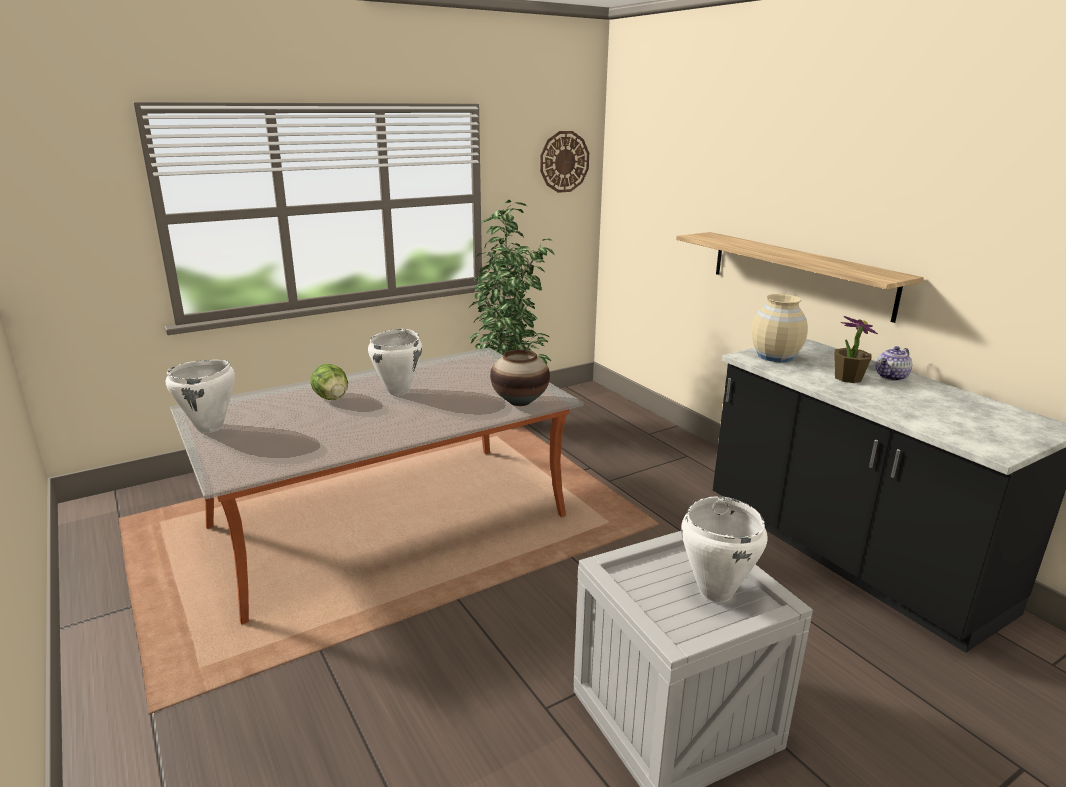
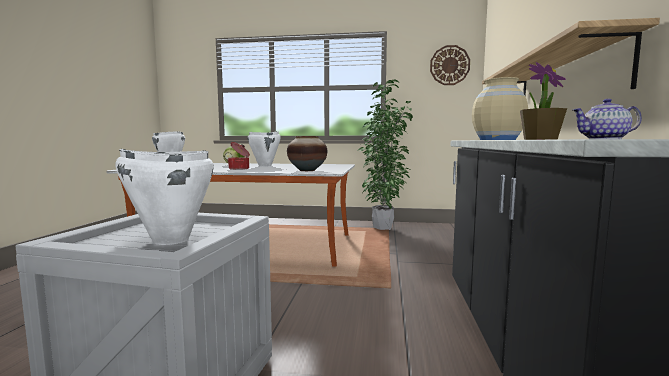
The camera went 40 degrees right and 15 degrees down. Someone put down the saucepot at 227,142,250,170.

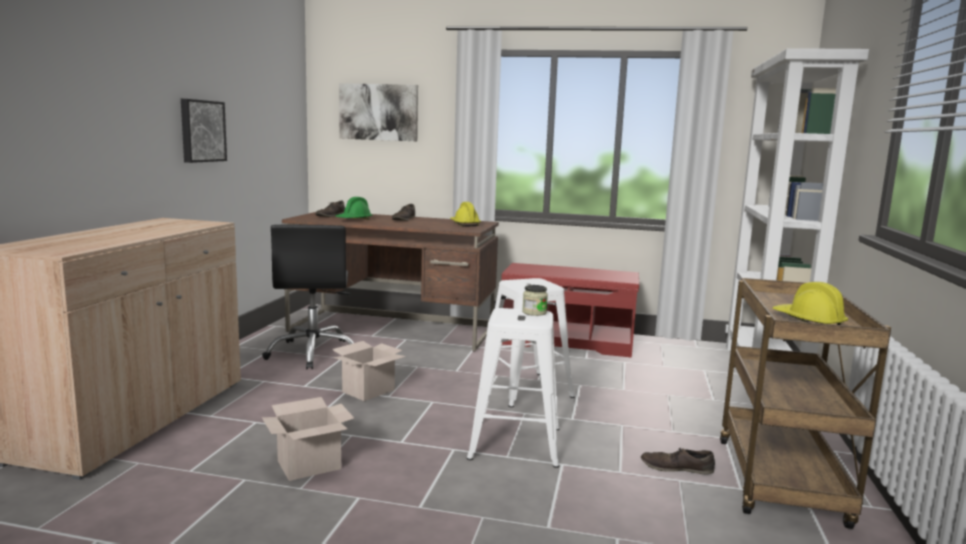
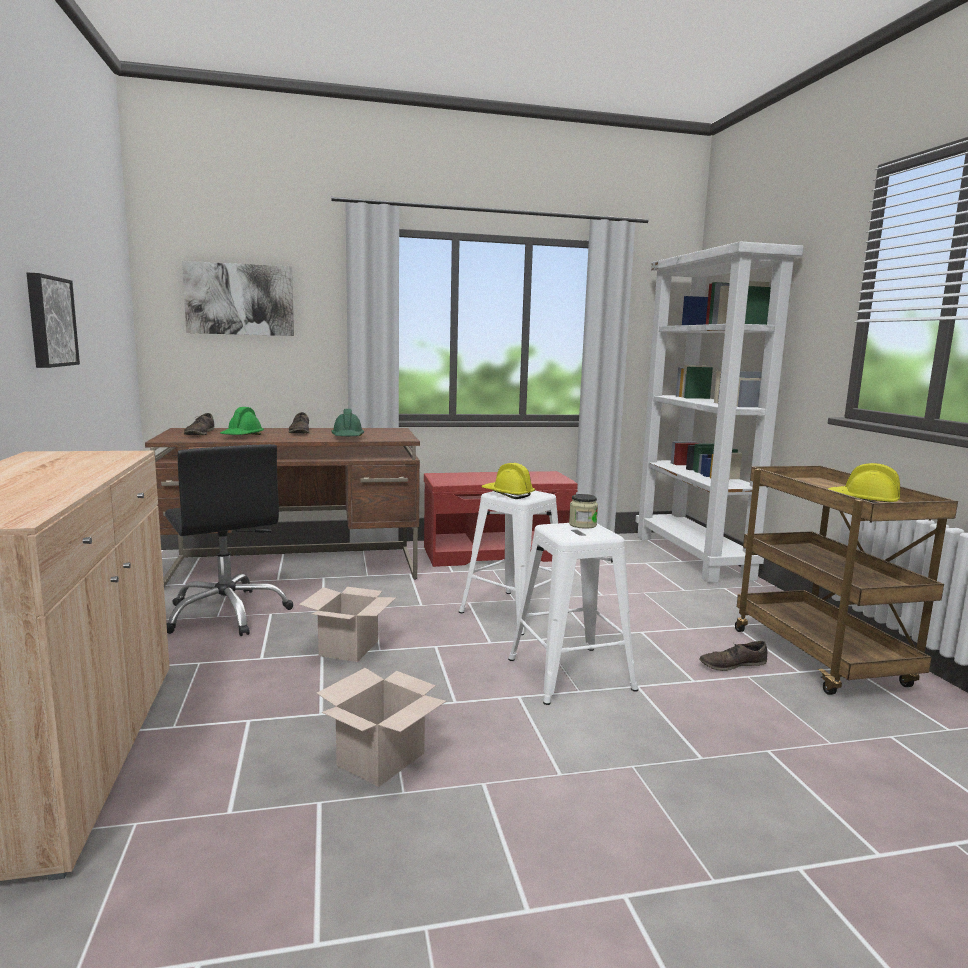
The camera went 25 degrees left and 0 degrees up. Someone carried the yellowish safety helmet from 450,202,481,227 to 482,463,535,499. Someone put down the greenish safety helmet at 331,409,364,436.

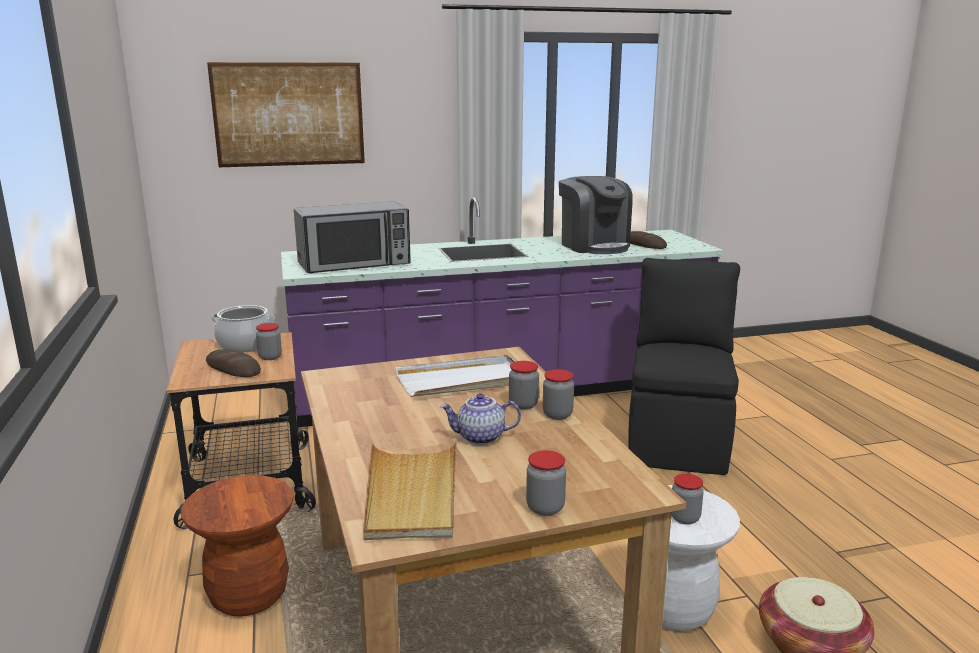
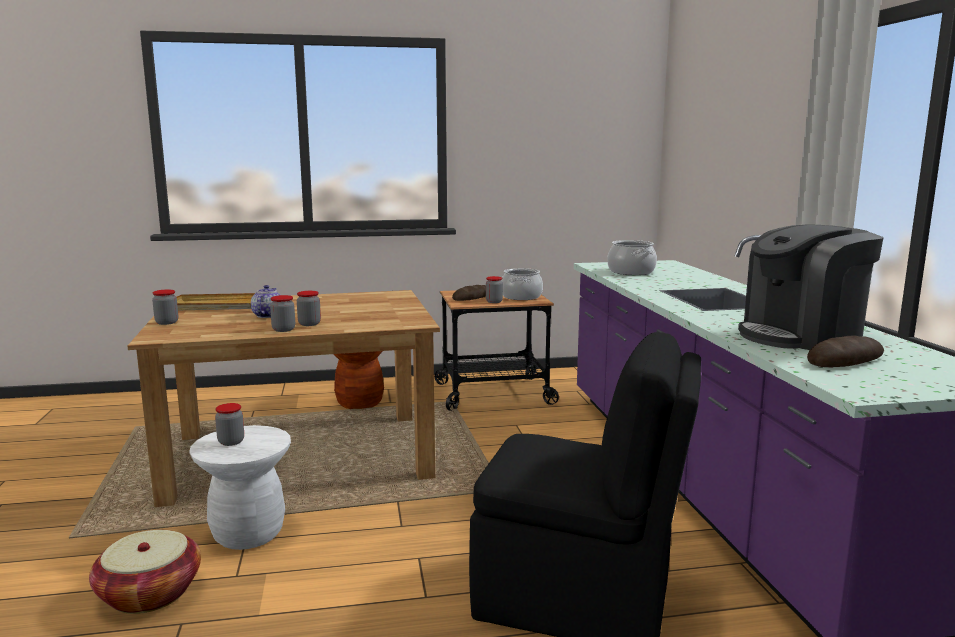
The camera went 95 degrees right and 5 degrees down. Someone took away the wall art at 207,62,365,167. Someone swapped the kitchen microwave at 294,202,411,273 for the saucepot at 607,240,657,275. Someone took away the white-coloured carrying tray at 395,355,516,397.

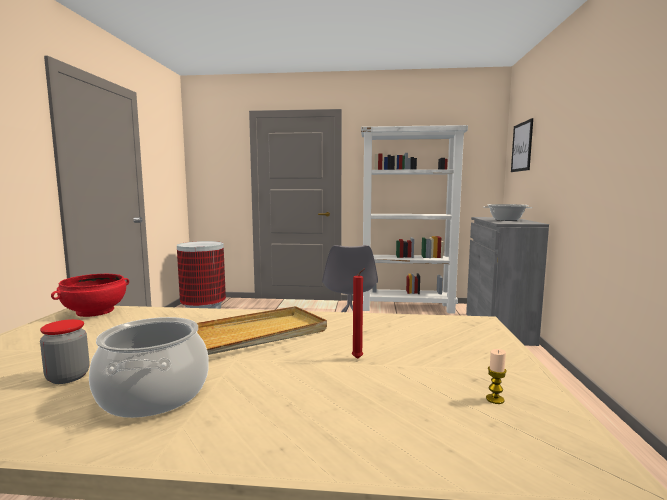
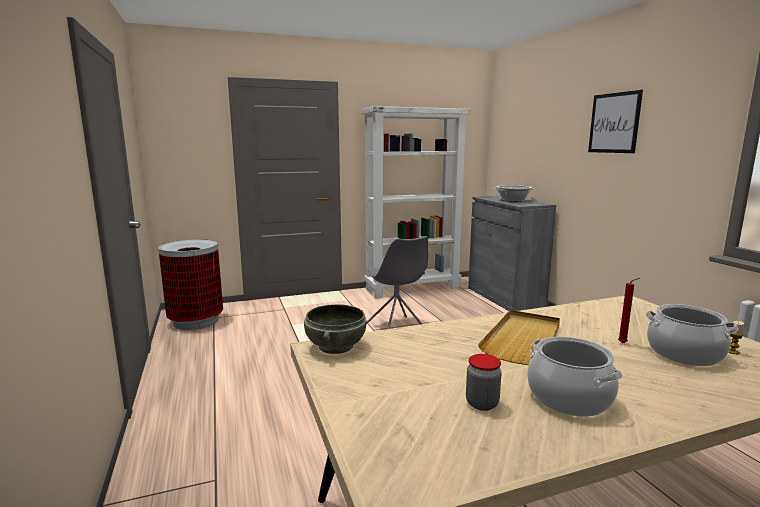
The camera went 25 degrees left and 5 degrees up. Someone carried the wall art from 511,118,533,172 to 588,90,643,153. Someone repainted the red-coloured deep dish at 51,274,129,317, which became the gray deep dish at 304,304,366,354. Someone put down the saucepot at 645,304,738,366.

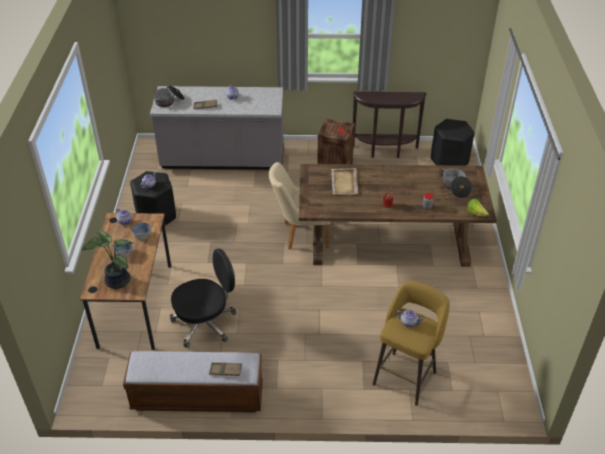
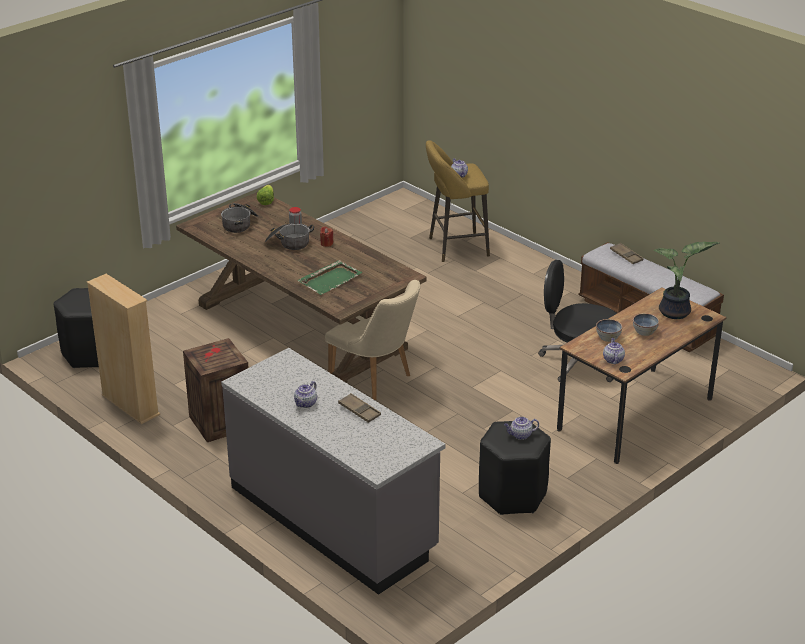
The camera went 135 degrees left and 10 degrees down. Someone carried the saucepot from 153,86,184,107 to 264,223,314,250. Someone swapped the brownish hall table at 353,92,426,158 for the beige shelving unit at 87,274,160,424. Someone repainted the beige carrying tray at 331,168,358,194, which became the greenish carrying tray at 297,260,362,295.

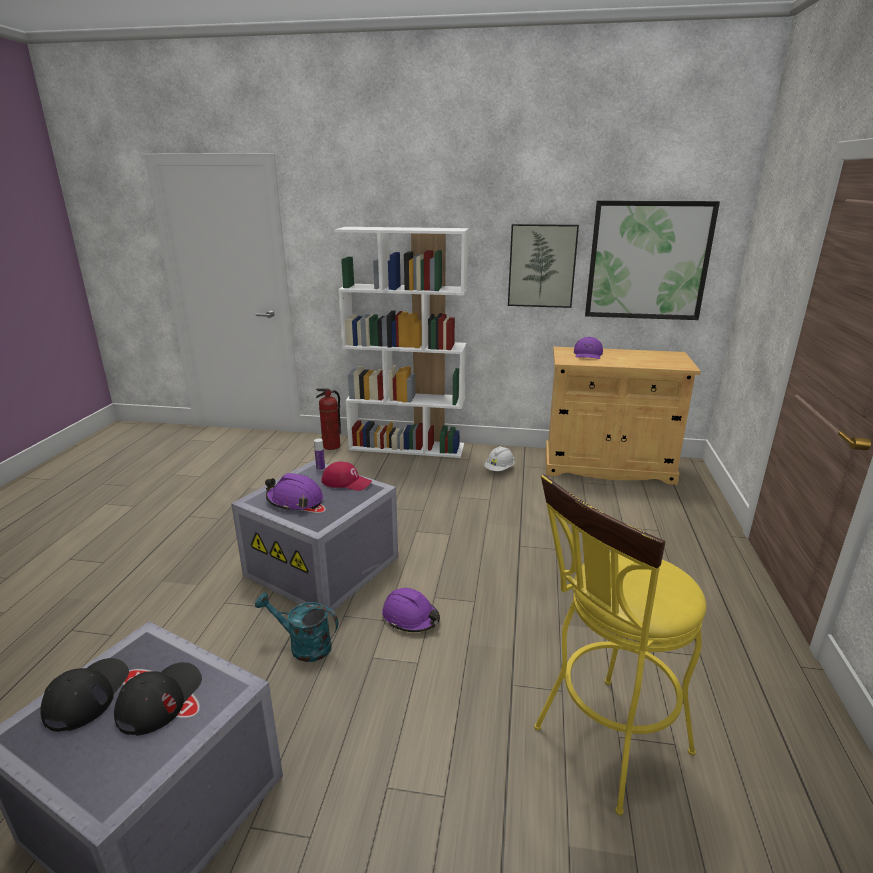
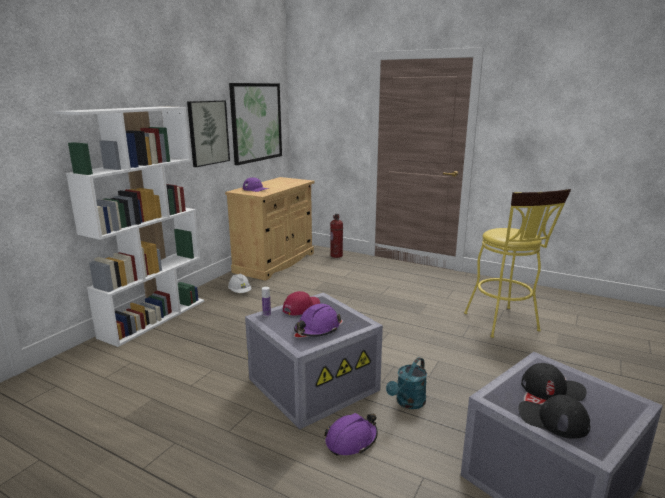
The camera went 70 degrees left and 5 degrees down. Someone carried the fire-fighting cylinder from 316,388,341,450 to 330,214,343,258. Someone carried the purplish safety helmet from 382,588,440,632 to 324,413,378,455. Someone rotated the black-coloured peaked cap at 114,662,202,736 by 150 degrees clockwise.

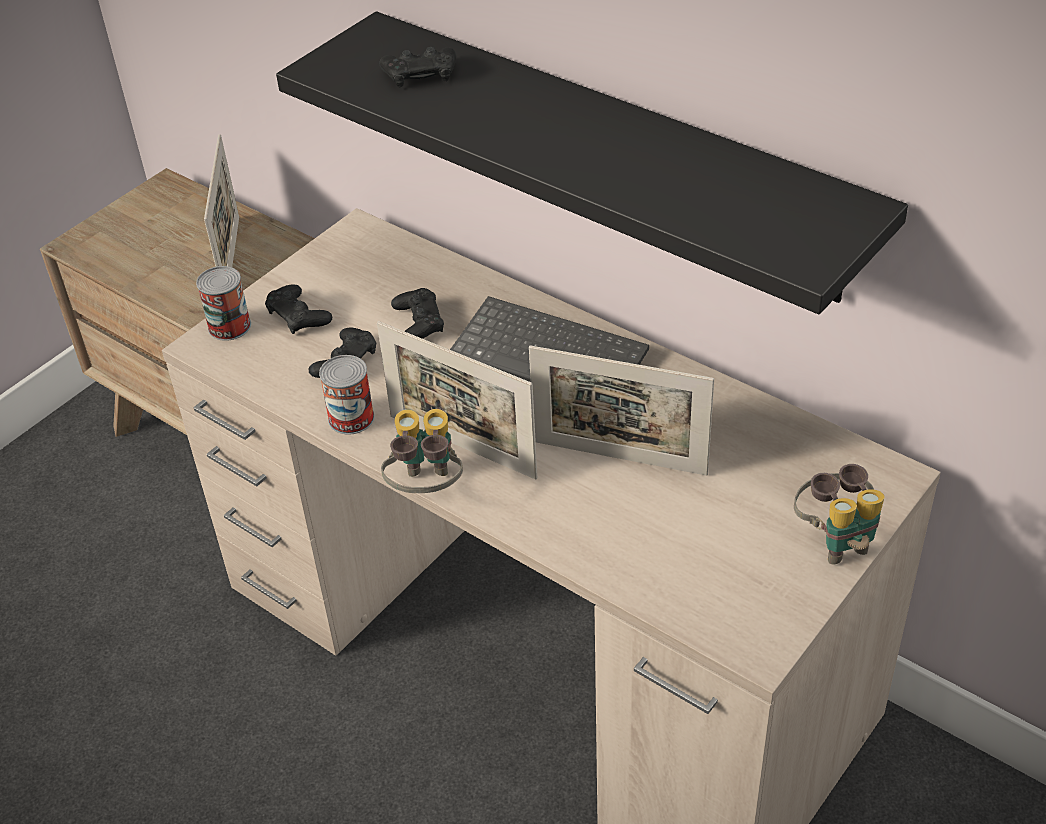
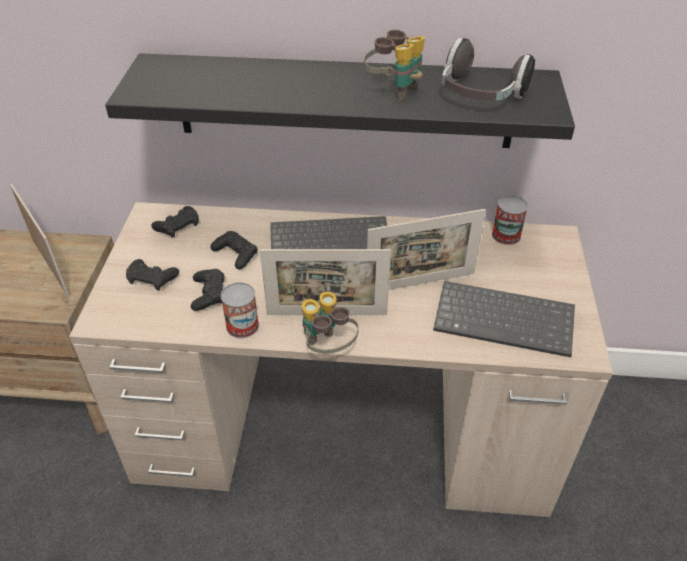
The camera went 35 degrees left and 0 degrees up. Someone carried the black-coloured game controller from 380,47,456,88 to 151,206,199,238. Someone carried the can from 196,266,251,341 to 492,195,528,245. Someone carried the field glasses from 794,464,885,565 to 364,30,425,101. Someone put down the headset at 442,38,535,101. Someone put down the keyboard at 433,281,575,357.

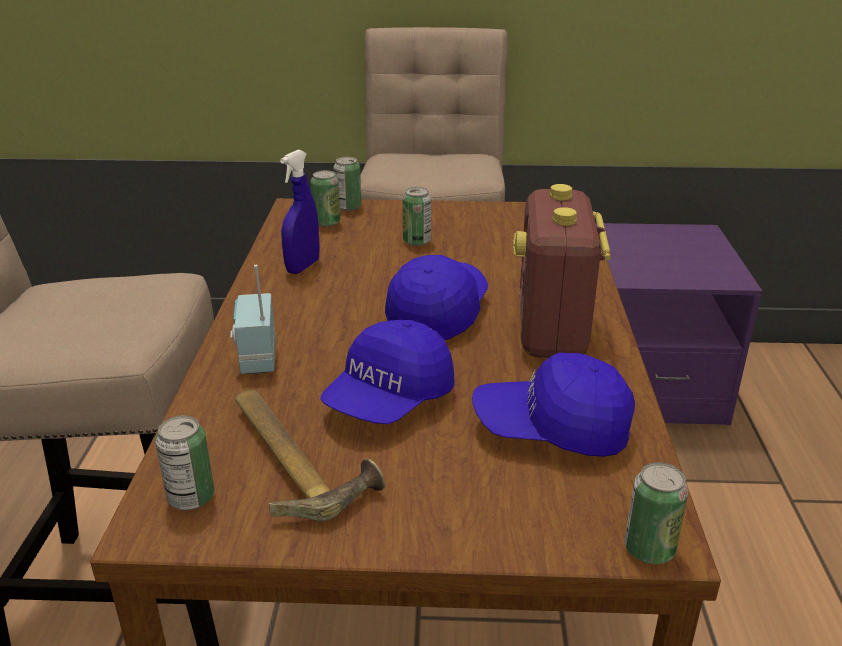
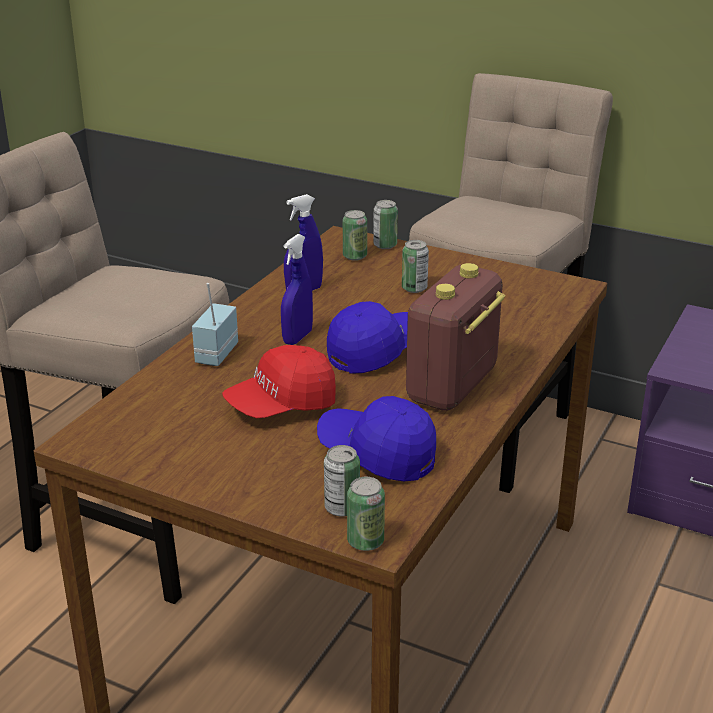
The camera went 25 degrees right and 0 degrees up. Someone repainted the blue-coloured peaked cap at 321,320,455,424, which became the red-coloured peaked cap at 222,345,336,418. Someone took away the tool hammer at 235,390,385,521. Someone carried the can from 155,415,214,510 to 324,445,360,517. Someone put down the blue-coloured sprayer at 281,234,313,345.

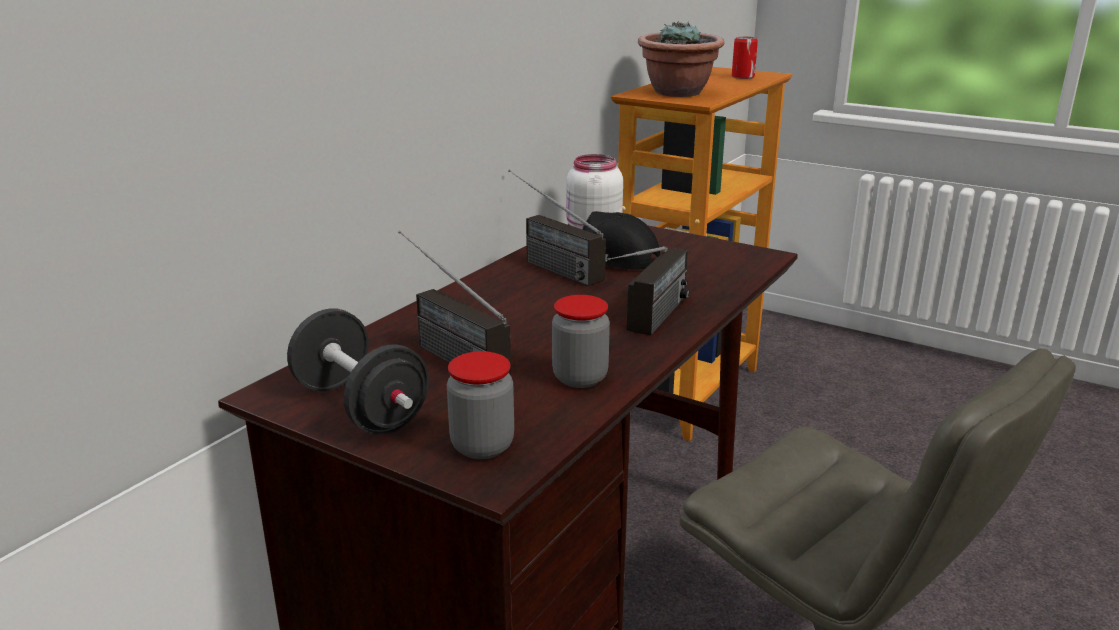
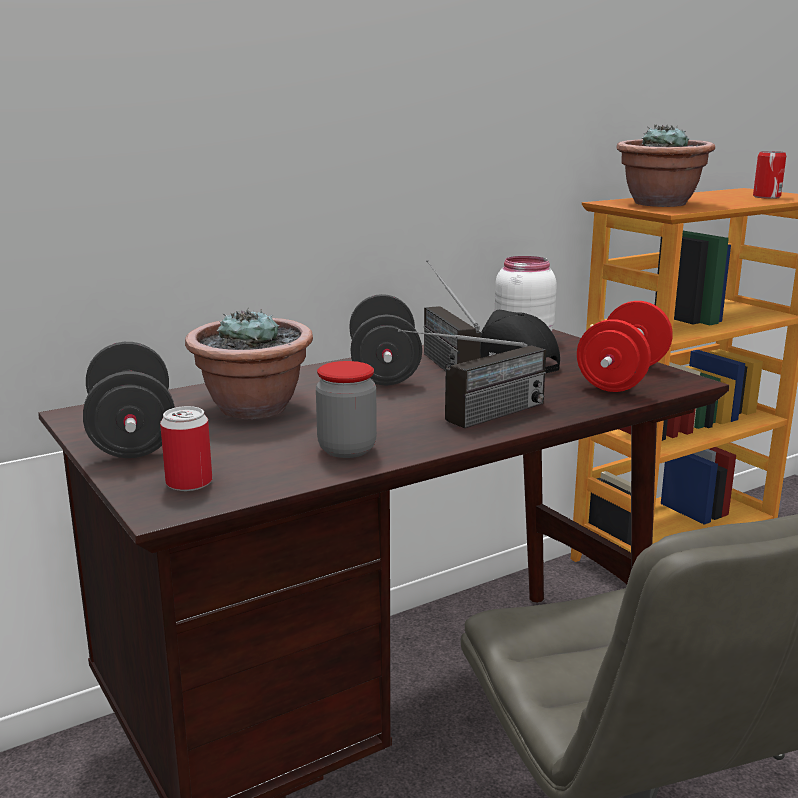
The camera went 25 degrees right and 5 degrees down. Someone swapped the radio set at 398,231,511,375 for the houseplant at 185,308,313,419. Someone swapped the preserve jar at 447,351,514,459 for the can at 160,406,212,491. Someone put down the black-coloured dumbbell at 349,294,422,385. Someone put down the red-coloured dumbbell at 577,301,673,392.

